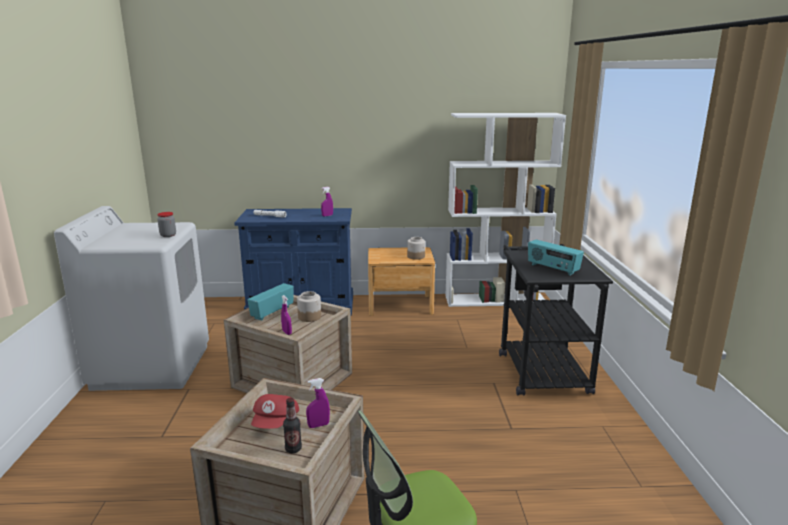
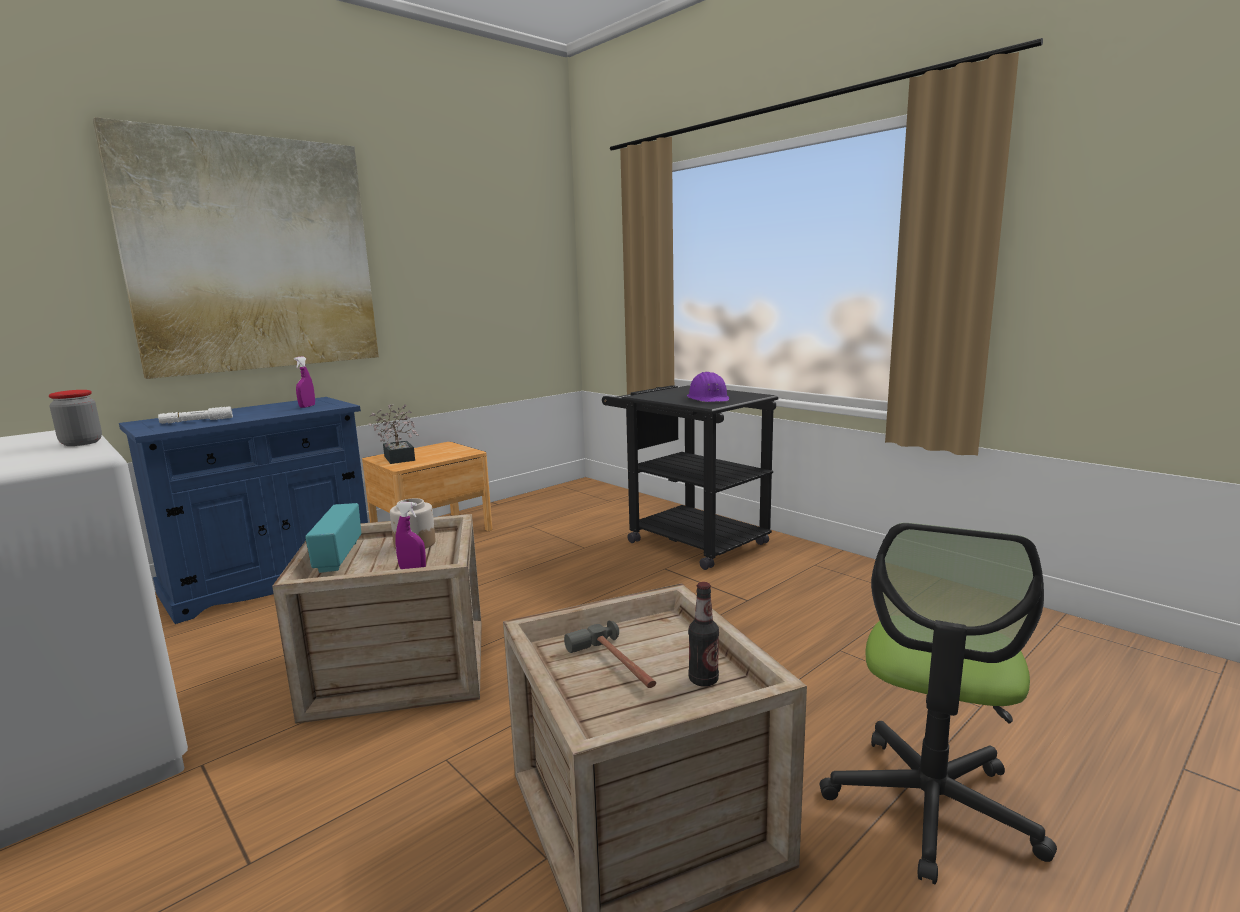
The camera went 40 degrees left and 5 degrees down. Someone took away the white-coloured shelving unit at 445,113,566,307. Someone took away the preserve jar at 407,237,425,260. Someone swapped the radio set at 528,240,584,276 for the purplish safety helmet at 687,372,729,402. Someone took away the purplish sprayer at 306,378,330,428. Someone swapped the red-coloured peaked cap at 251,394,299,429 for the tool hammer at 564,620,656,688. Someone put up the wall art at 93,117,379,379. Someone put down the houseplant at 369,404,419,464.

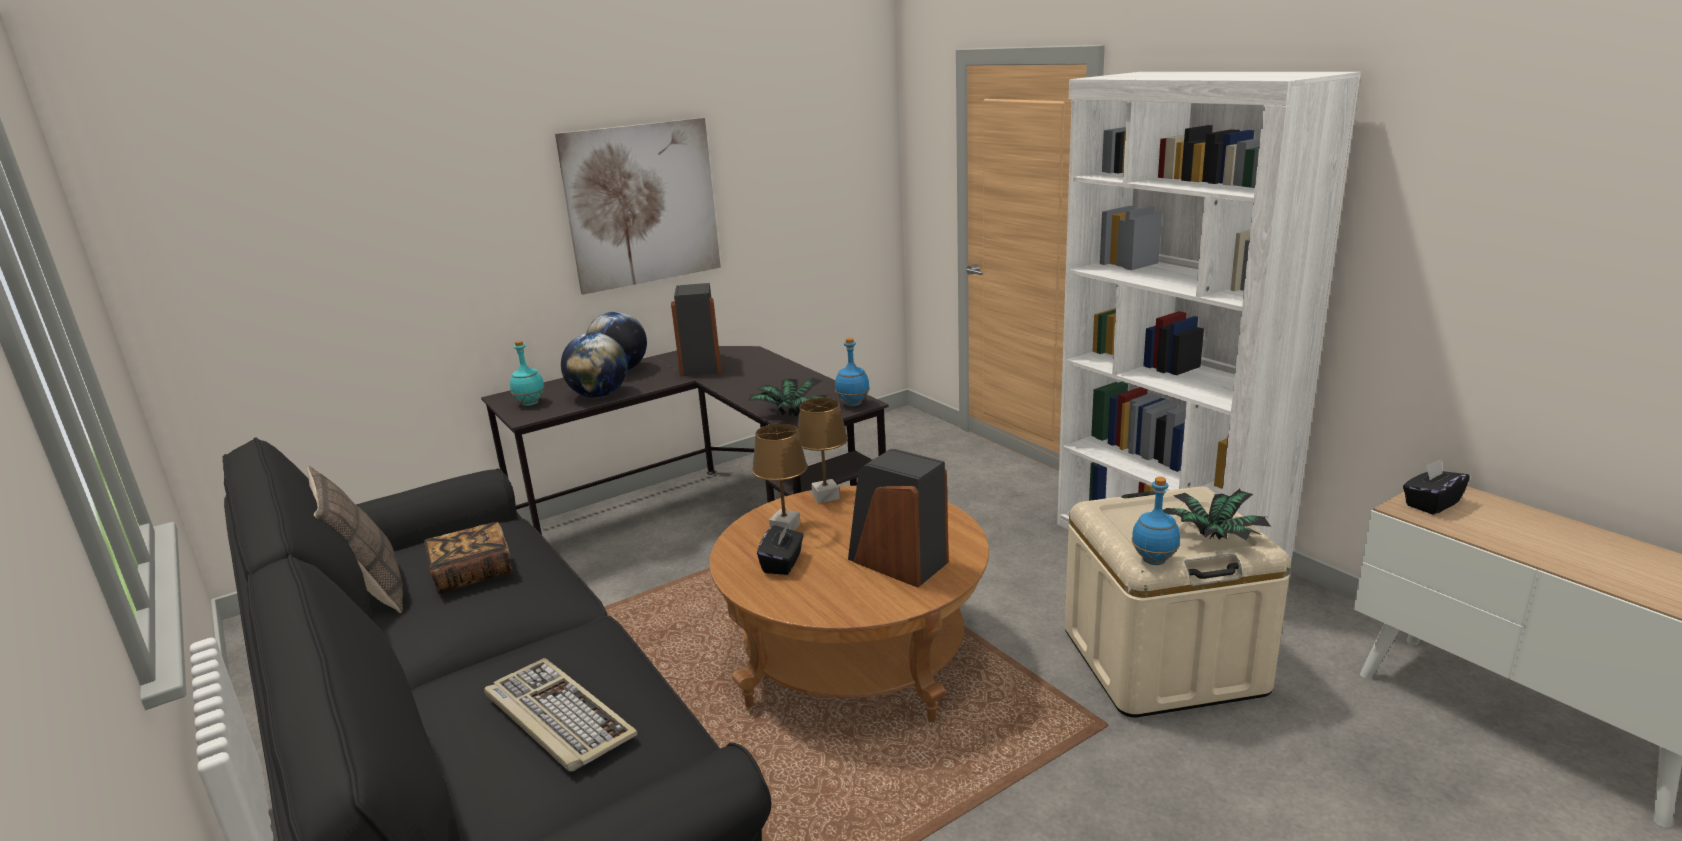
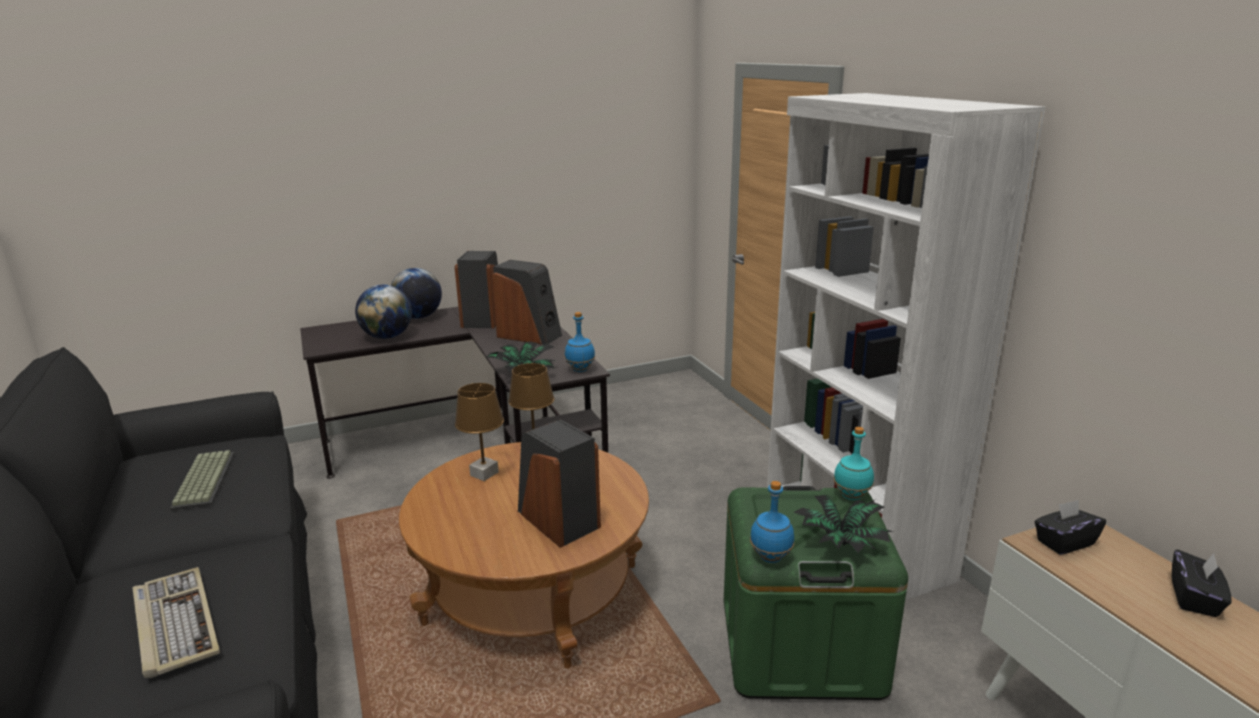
The camera went 10 degrees right and 0 degrees up. Someone took away the wall art at 555,118,721,295. Someone carried the turquoise beverage bottle from 510,341,545,406 to 834,427,874,500. Someone took away the cushion at 307,466,403,613. Someone repainted the beige storage box at 1065,486,1291,718, which became the greenish storage box at 724,486,908,700. Someone swapped the volume at 424,522,512,594 for the keyboard at 170,450,235,511. Someone carried the black-coloured box of tissues from 757,523,804,575 to 1172,549,1232,617. Someone put down the loudspeaker at 492,260,562,345.

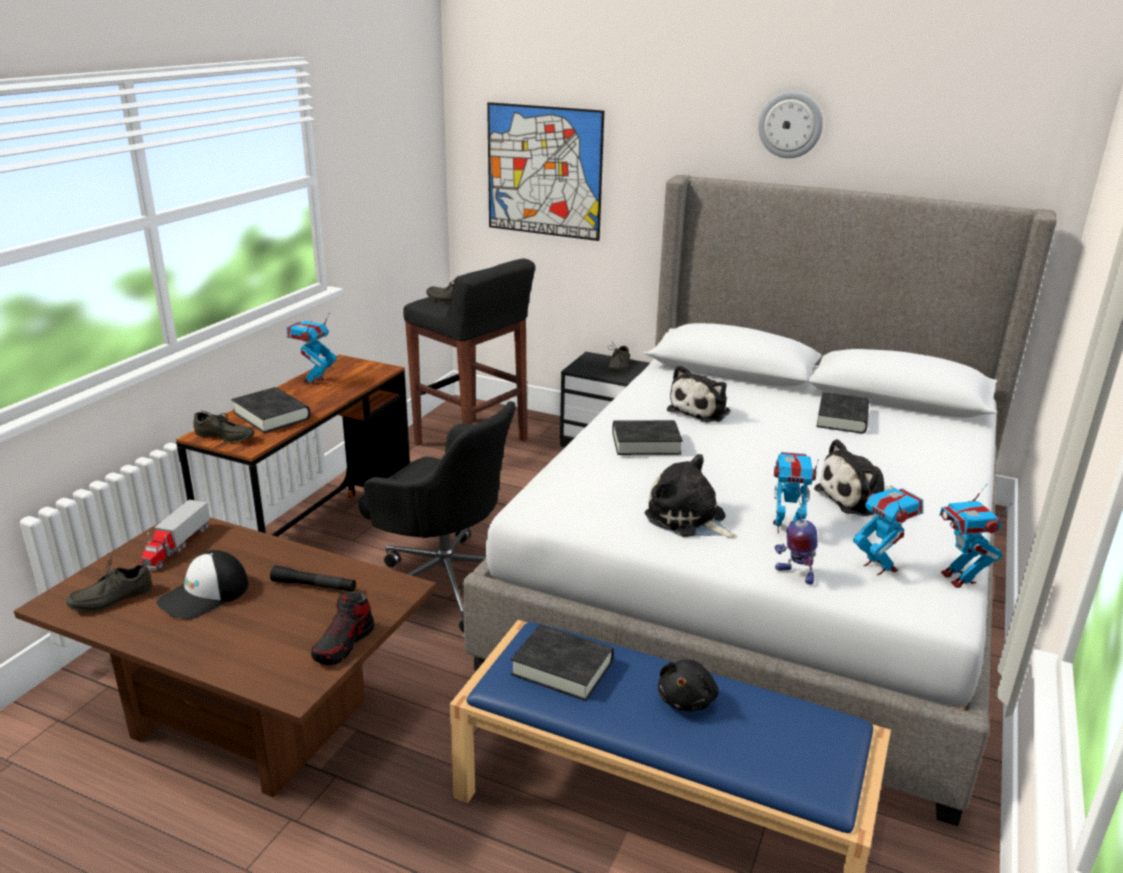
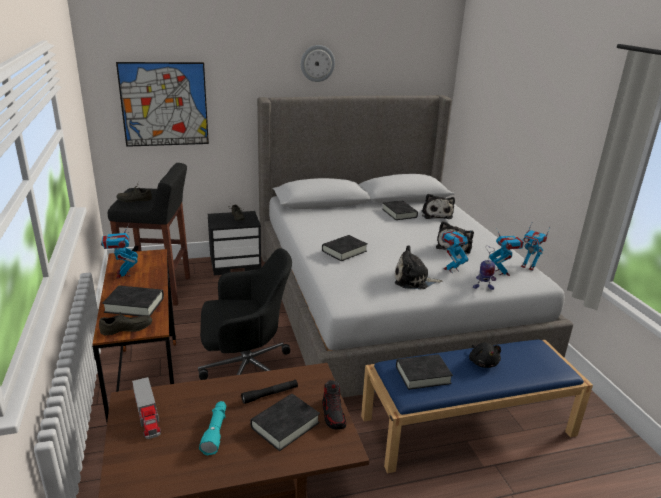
The camera went 40 degrees left and 0 degrees up. Someone carried the cuddly toy from 667,365,730,423 to 421,194,455,219. Someone rotated the toy robot at 853,480,923,575 by 60 degrees clockwise. Someone swapped the peaked cap at 156,550,248,619 for the turquoise torch at 199,401,226,456. Someone took away the gray item of footwear at 66,556,152,612. Someone put down the black-coloured volume at 250,394,320,451.

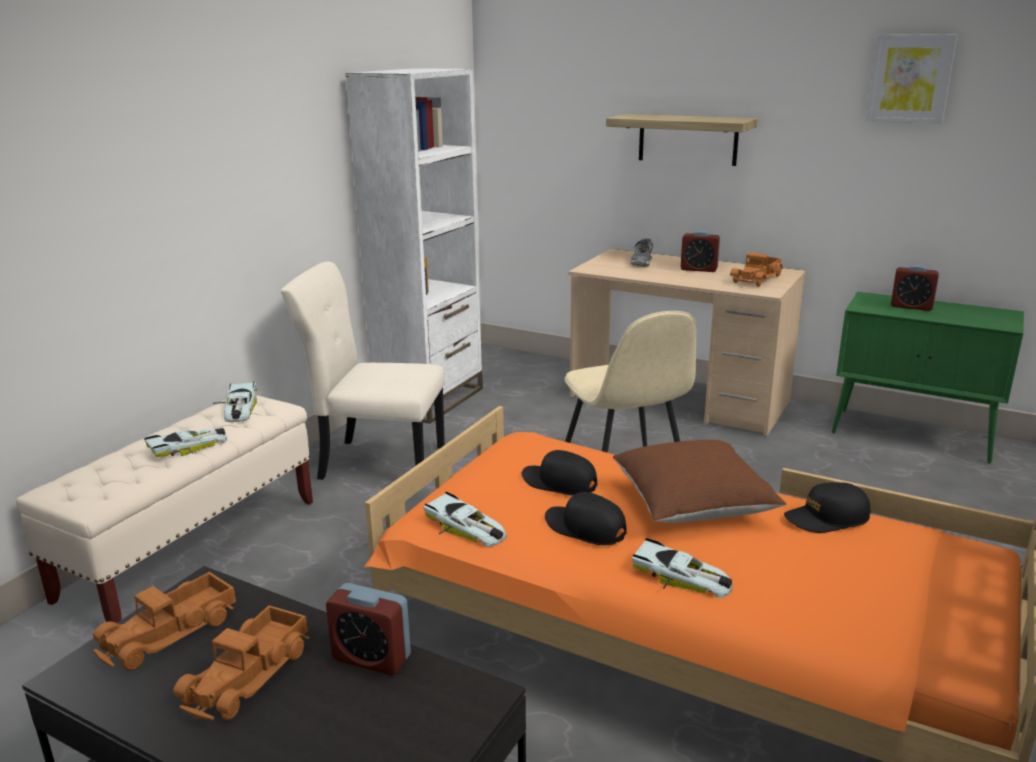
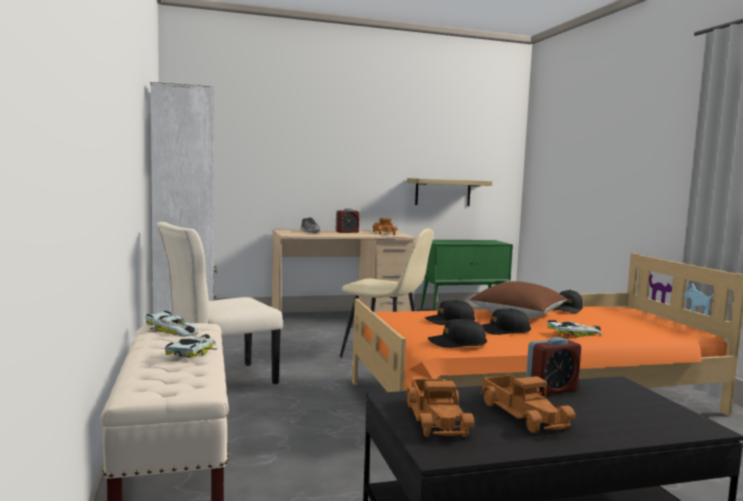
The camera went 45 degrees left and 15 degrees down. Someone took away the wall art at 865,34,957,124. Someone carried the bracket shelf from 606,114,758,166 to 407,178,492,206. Someone took away the alarm clock at 891,265,939,311. Someone swapped the miniature car at 423,492,507,547 for the black-coloured peaked cap at 428,319,487,348.

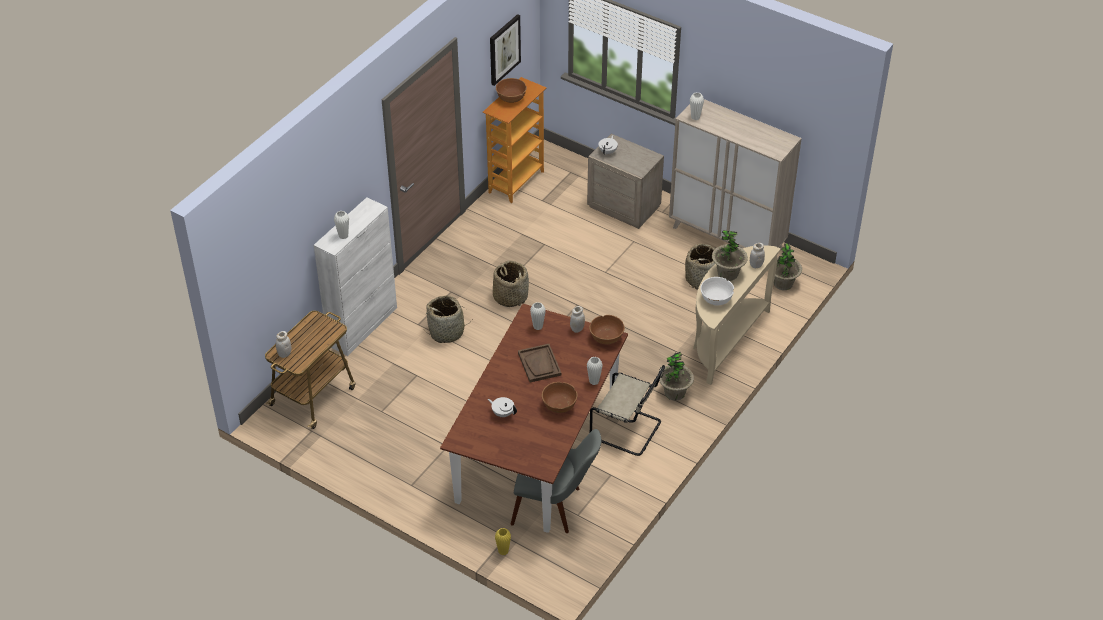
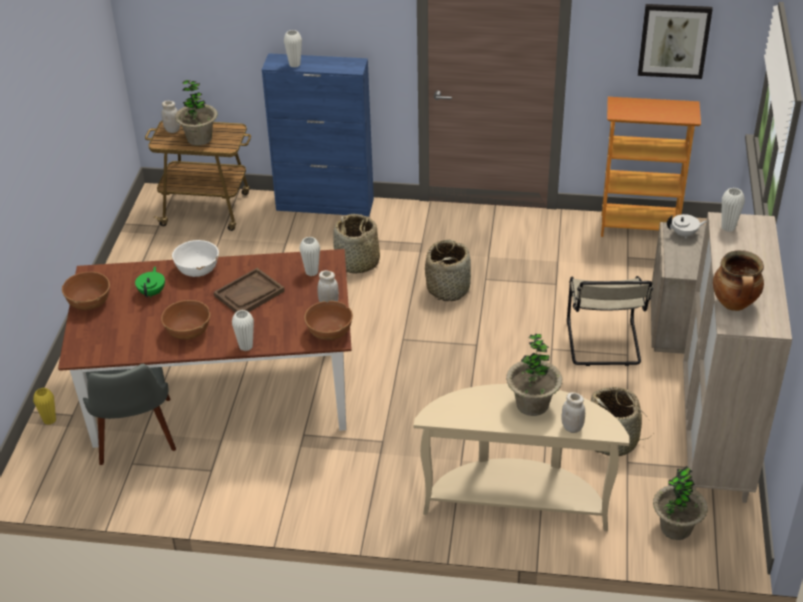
The camera went 65 degrees right and 5 degrees down. Someone carried the brownish deep dish from 496,78,527,103 to 62,272,110,310. Someone repainted the white-coloured cupboard at 314,197,397,356, which became the blue-coloured cupboard at 262,53,374,217. Someone carried the white-coloured deep dish from 700,277,734,306 to 172,240,219,277. Someone carried the houseplant from 659,352,694,401 to 175,80,218,146. Someone carried the beige chair from 590,365,665,456 to 567,276,654,366. Someone repainted the white-coloured pot for tea at 488,397,517,417, which became the greenish pot for tea at 135,267,165,297. Someone put down the saucepot at 713,250,764,311.

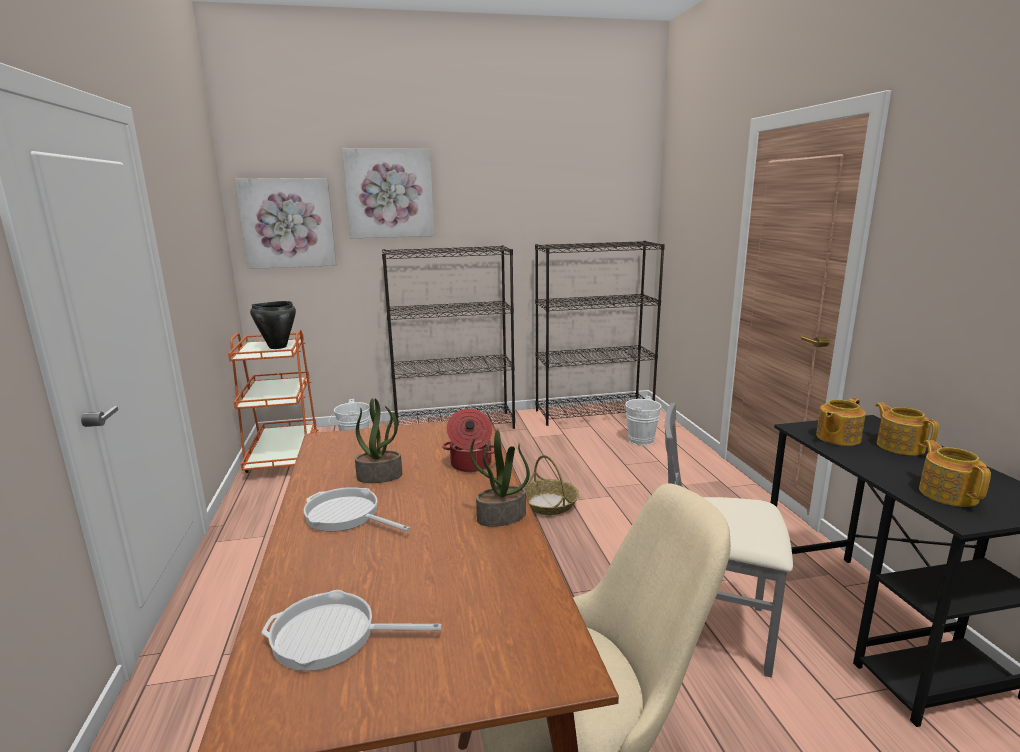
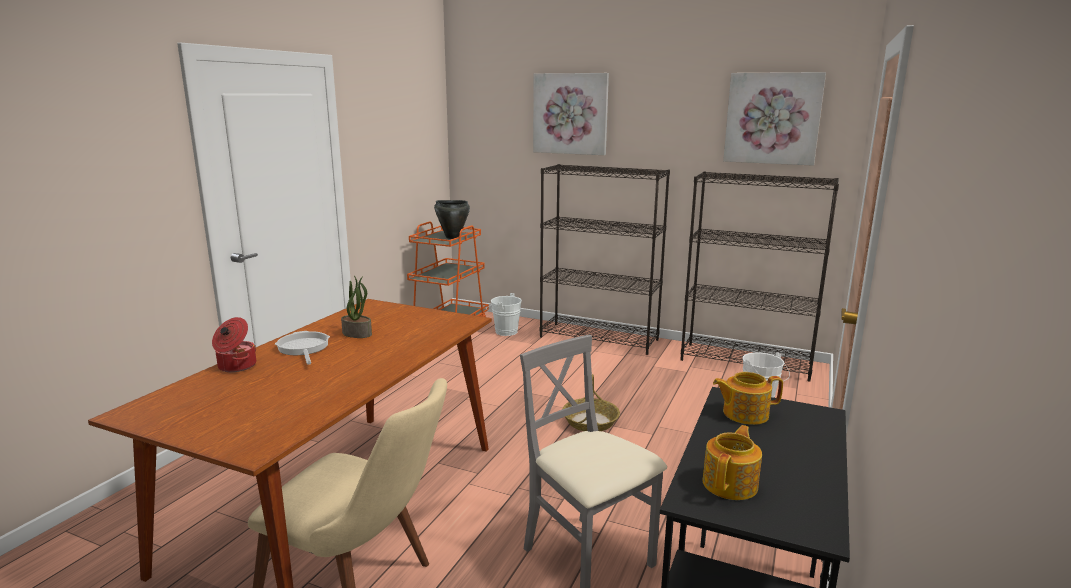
The camera went 35 degrees right and 0 degrees up. Someone carried the wall art from 235,178,336,269 to 723,72,826,166. Someone took away the pot for tea at 875,403,939,455. Someone carried the saucepot from 442,408,494,472 to 212,317,256,372. Someone took away the houseplant at 470,430,530,527. Someone took away the frying pan at 261,590,442,671.

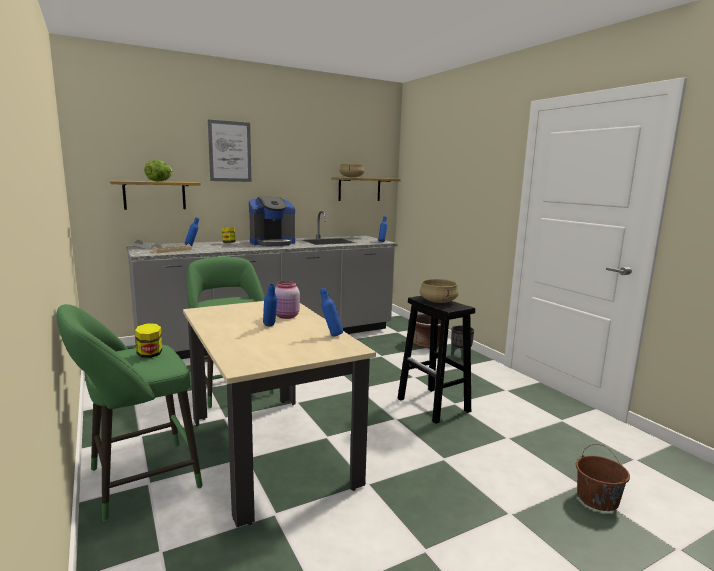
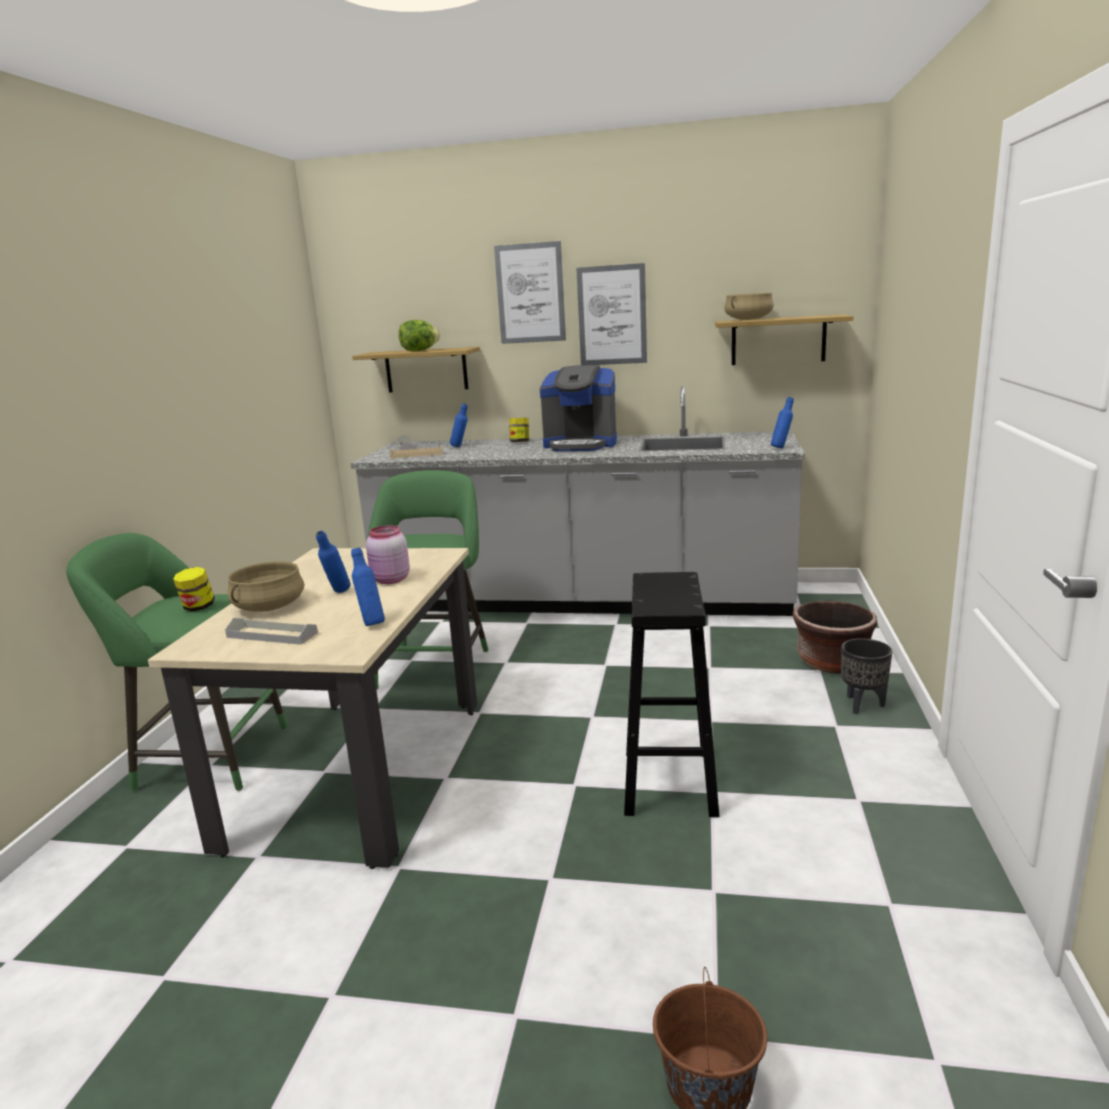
The camera went 40 degrees right and 5 degrees up. Someone carried the beige saucepot from 420,279,458,303 to 227,561,304,612. Someone put up the wall art at 576,263,647,365. Someone put down the gray carrying tray at 225,618,318,645.

